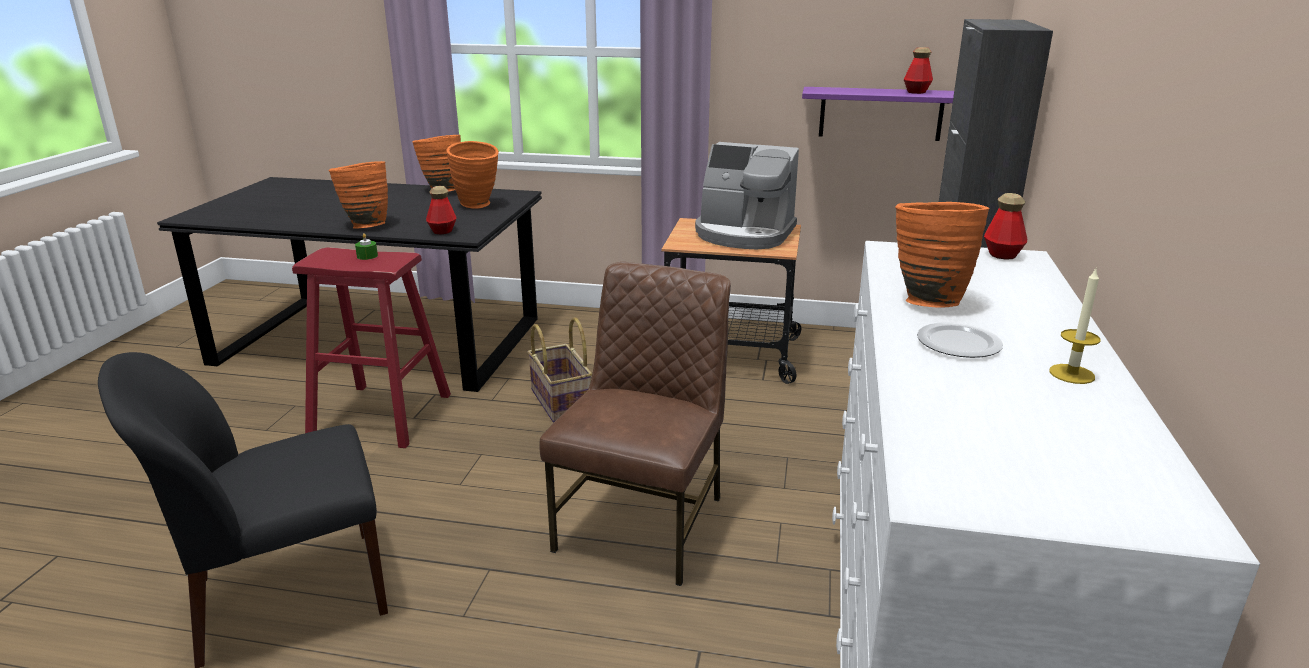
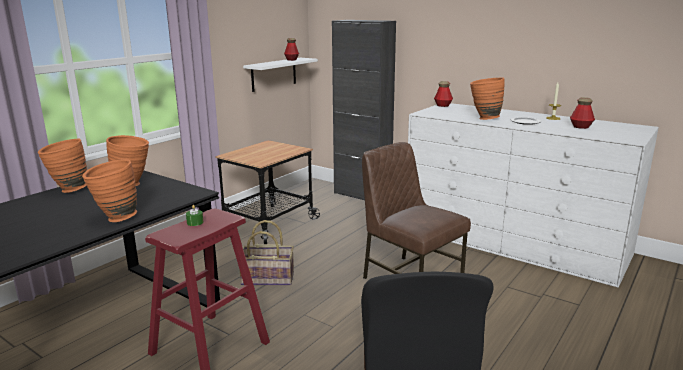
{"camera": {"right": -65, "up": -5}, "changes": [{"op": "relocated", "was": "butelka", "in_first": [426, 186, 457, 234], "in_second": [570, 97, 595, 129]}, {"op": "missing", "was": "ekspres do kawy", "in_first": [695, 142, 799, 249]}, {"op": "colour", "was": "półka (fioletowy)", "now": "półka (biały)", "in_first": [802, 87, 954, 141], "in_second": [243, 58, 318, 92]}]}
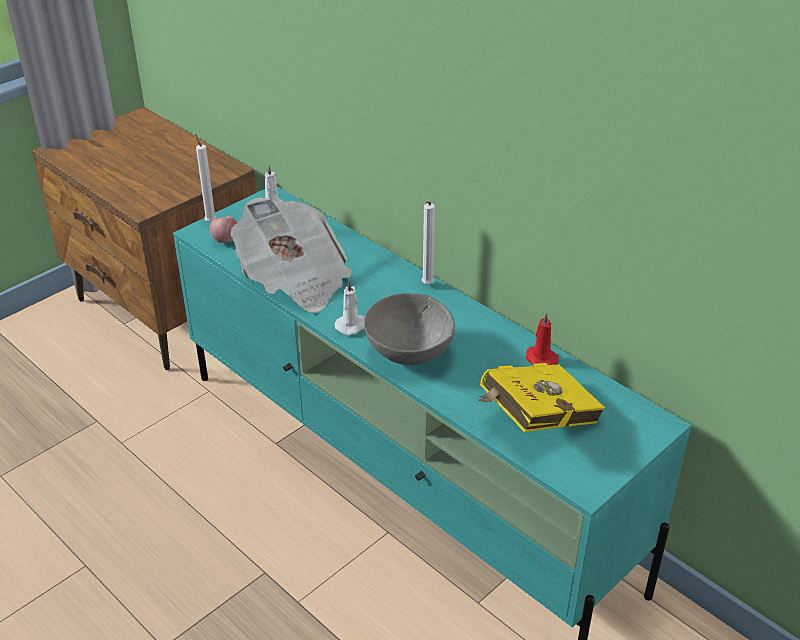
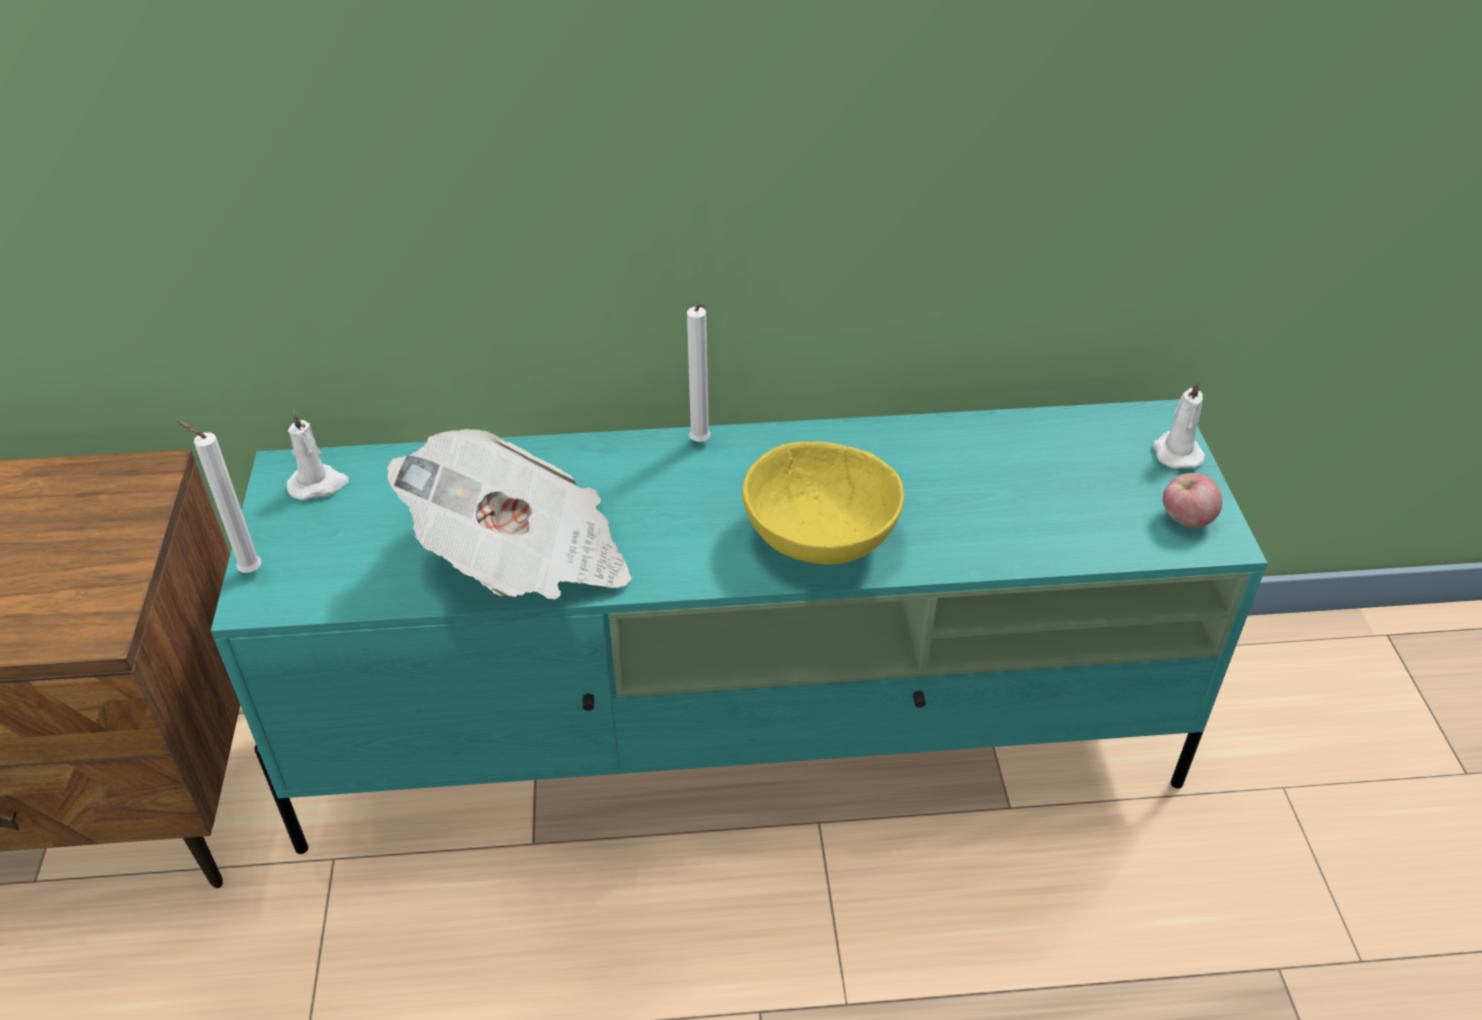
{"camera": {"right": -50, "up": 5}, "changes": [{"op": "relocated", "was": "jabłko", "in_first": [210, 216, 237, 243], "in_second": [1163, 473, 1222, 528]}, {"op": "relocated", "was": "świeca (biały)", "in_first": [335, 280, 365, 335], "in_second": [1153, 379, 1205, 469]}, {"op": "colour", "was": "miska (szary)", "now": "miska (żółty)", "in_first": [364, 293, 455, 365], "in_second": [742, 442, 904, 565]}, {"op": "missing", "was": "książka (żółty)", "in_first": [478, 363, 605, 432]}, {"op": "missing", "was": "świeca (czerwony)", "in_first": [525, 312, 559, 366]}]}
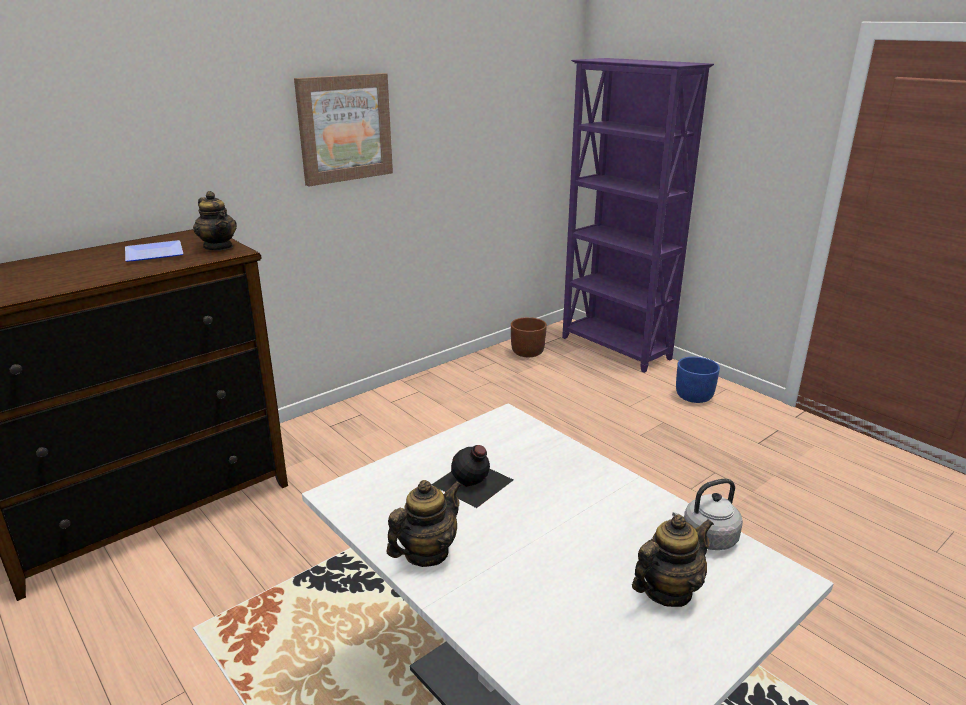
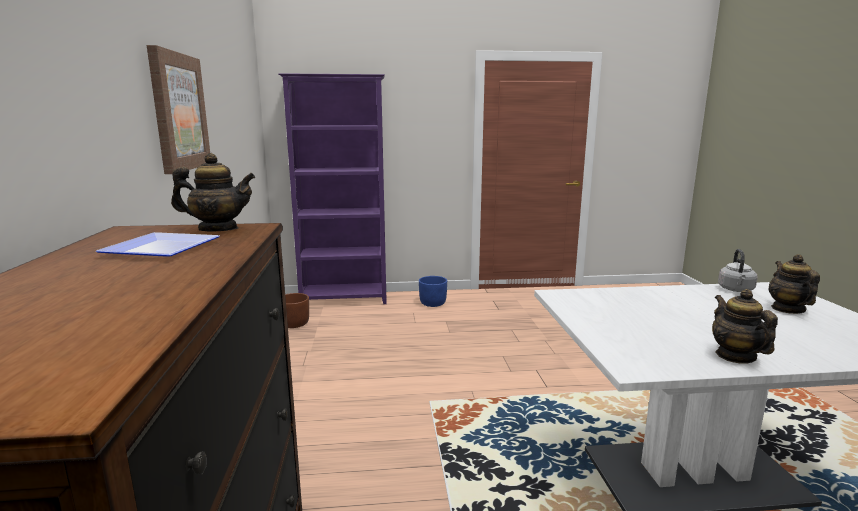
{"camera": {"right": -55, "up": -10}, "changes": [{"op": "missing", "was": "butelka (czarny)", "in_first": [432, 445, 513, 508]}]}
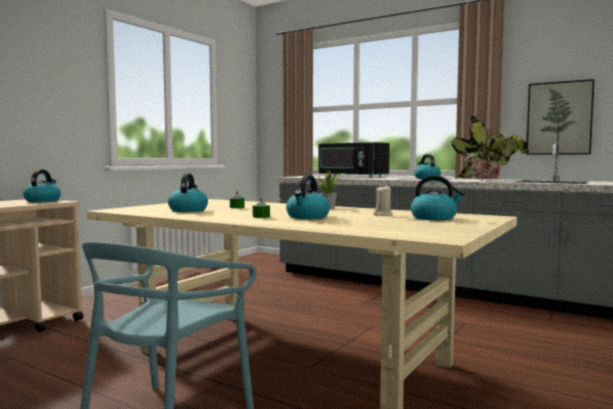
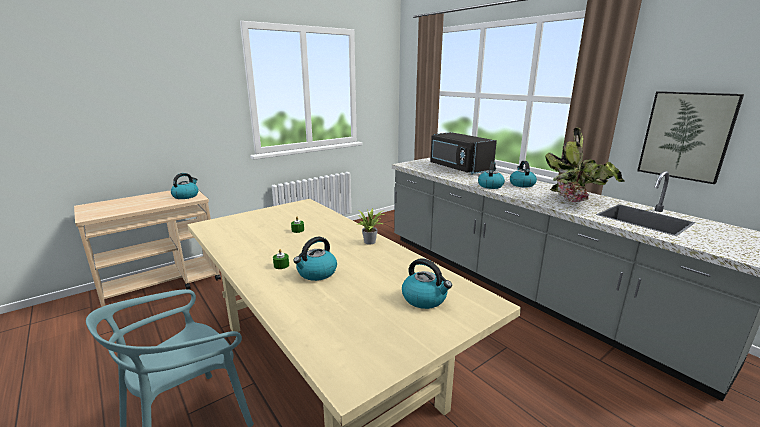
{"camera": {"right": 20, "up": 15}, "changes": [{"op": "relocated", "was": "czajnik", "in_first": [168, 173, 208, 212], "in_second": [478, 162, 505, 189]}, {"op": "missing", "was": "świeca (beżowy)", "in_first": [374, 185, 392, 216]}]}
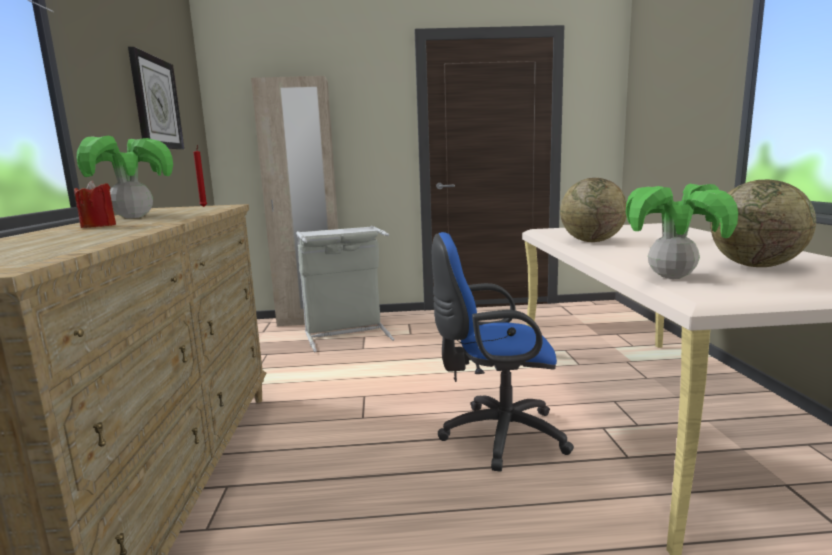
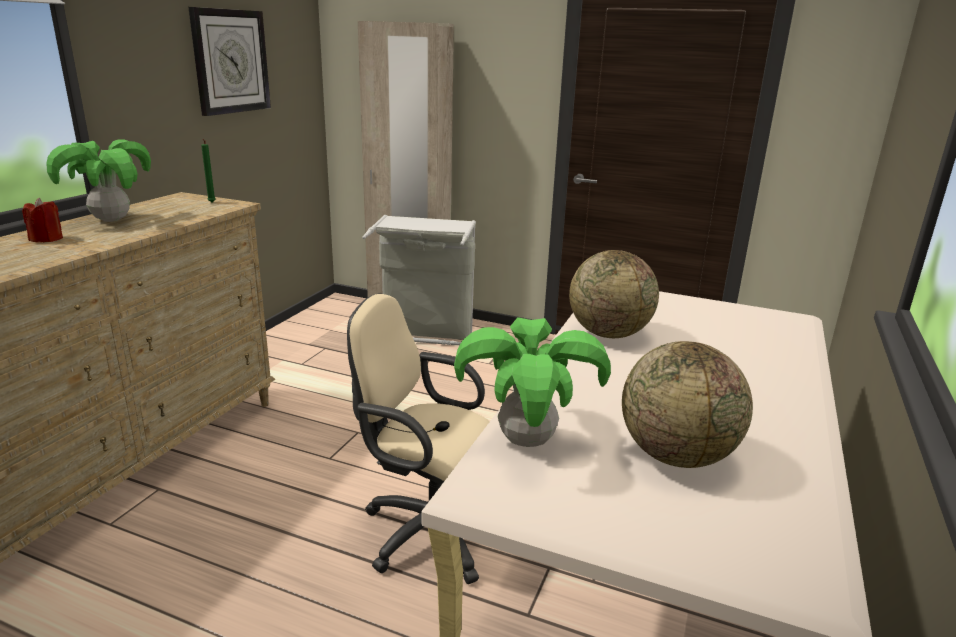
{"camera": {"right": 25, "up": 10}, "changes": [{"op": "colour", "was": "świeca (czerwony)", "now": "świeca (zielony)", "in_first": [193, 145, 207, 207], "in_second": [201, 139, 216, 202]}, {"op": "colour", "was": "krzesło biurowe (niebieski)", "now": "krzesło biurowe (beżowy)", "in_first": [432, 232, 574, 472], "in_second": [347, 293, 490, 584]}]}
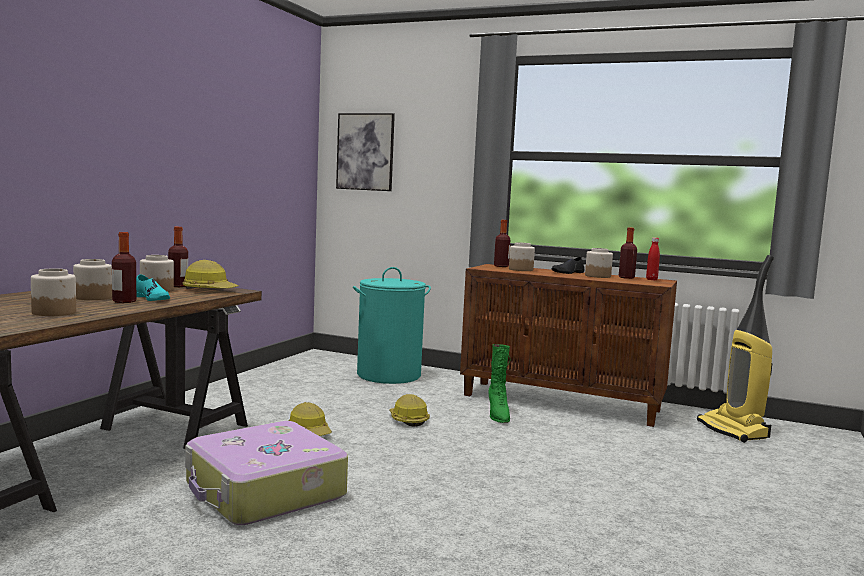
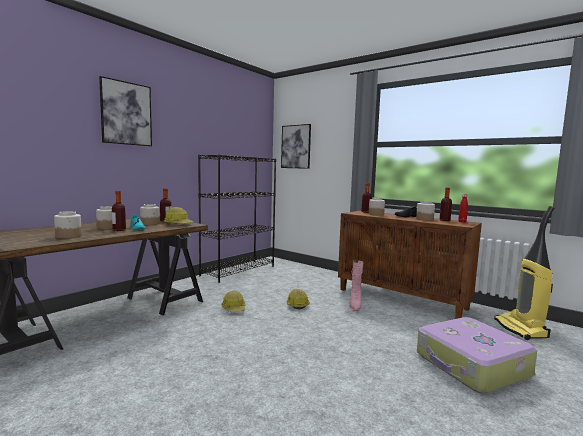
{"camera": {"right": 15, "up": 0}, "changes": [{"op": "relocated", "was": "walizka", "in_first": [185, 421, 348, 525], "in_second": [417, 317, 537, 393]}, {"op": "missing", "was": "kosz na pranie (turkusowy)", "in_first": [353, 267, 431, 384]}, {"op": "colour", "was": "but z cholewką (zielony)", "now": "but z cholewką (różowy)", "in_first": [488, 344, 510, 423], "in_second": [349, 260, 363, 311]}, {"op": "appeared", "now": "obraz", "in_second": [99, 76, 152, 146]}, {"op": "appeared", "now": "regał (czarny)", "in_second": [198, 155, 276, 283]}]}
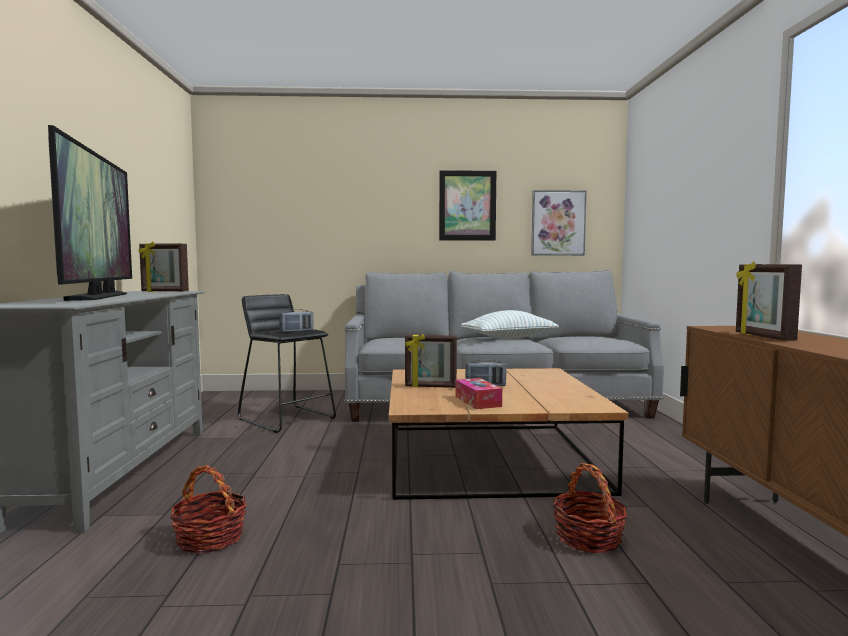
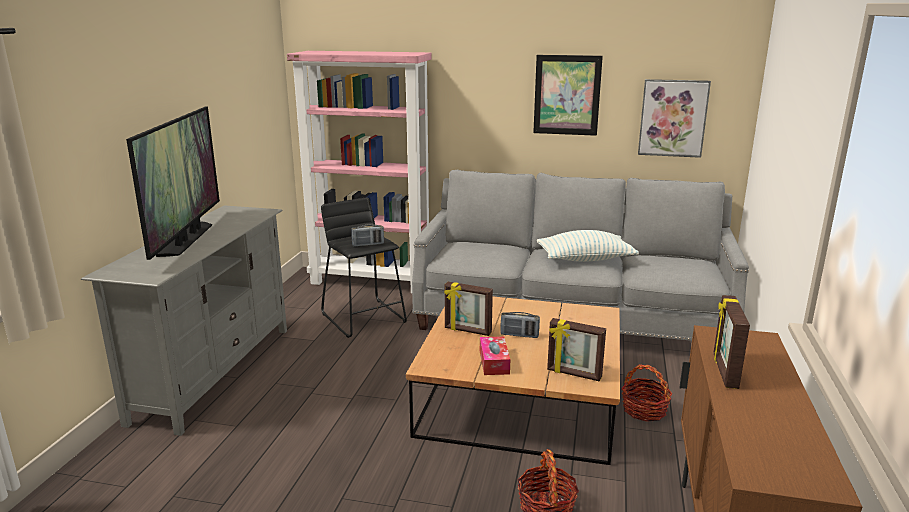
{"camera": {"right": 15, "up": 15}, "changes": [{"op": "relocated", "was": "ramka na zdjęcie", "in_first": [138, 242, 189, 292], "in_second": [547, 318, 606, 381]}, {"op": "relocated", "was": "koszyk", "in_first": [170, 465, 247, 553], "in_second": [621, 364, 673, 422]}, {"op": "appeared", "now": "regał (różowy)", "in_second": [287, 51, 432, 293]}]}
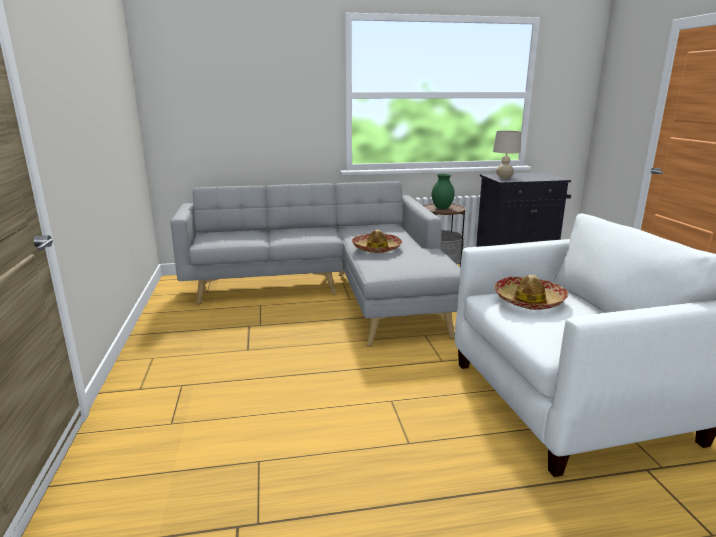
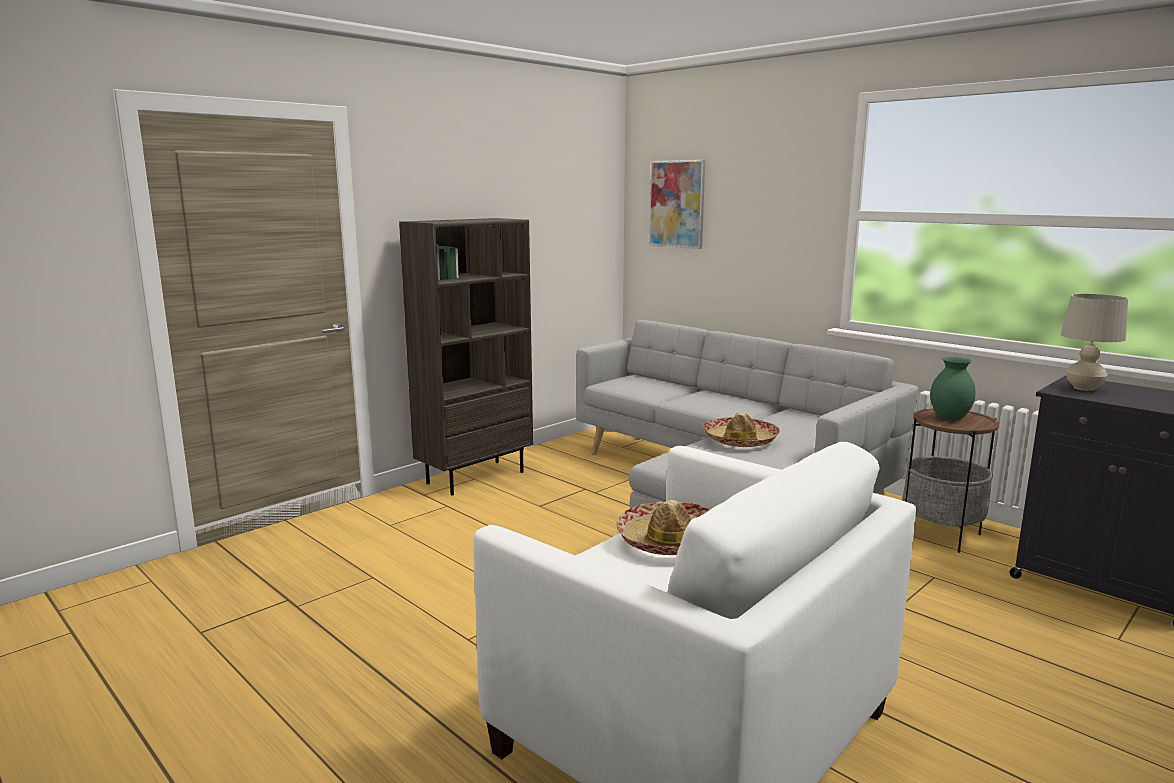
{"camera": {"right": 55, "up": -5}, "changes": [{"op": "appeared", "now": "regał (brązowy)", "in_second": [399, 218, 533, 495]}, {"op": "appeared", "now": "obraz", "in_second": [649, 159, 705, 249]}]}
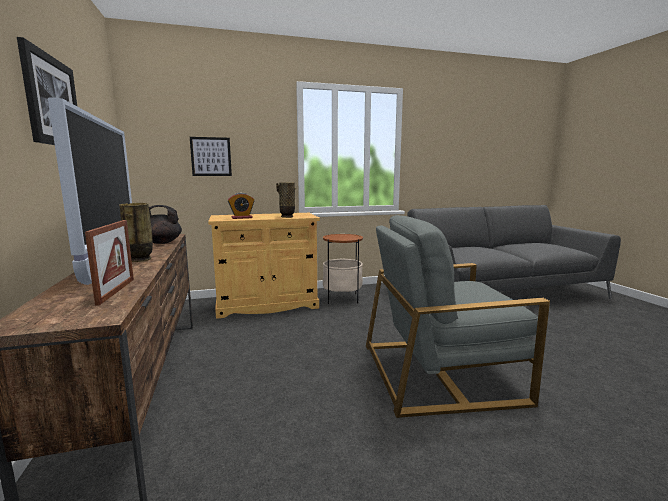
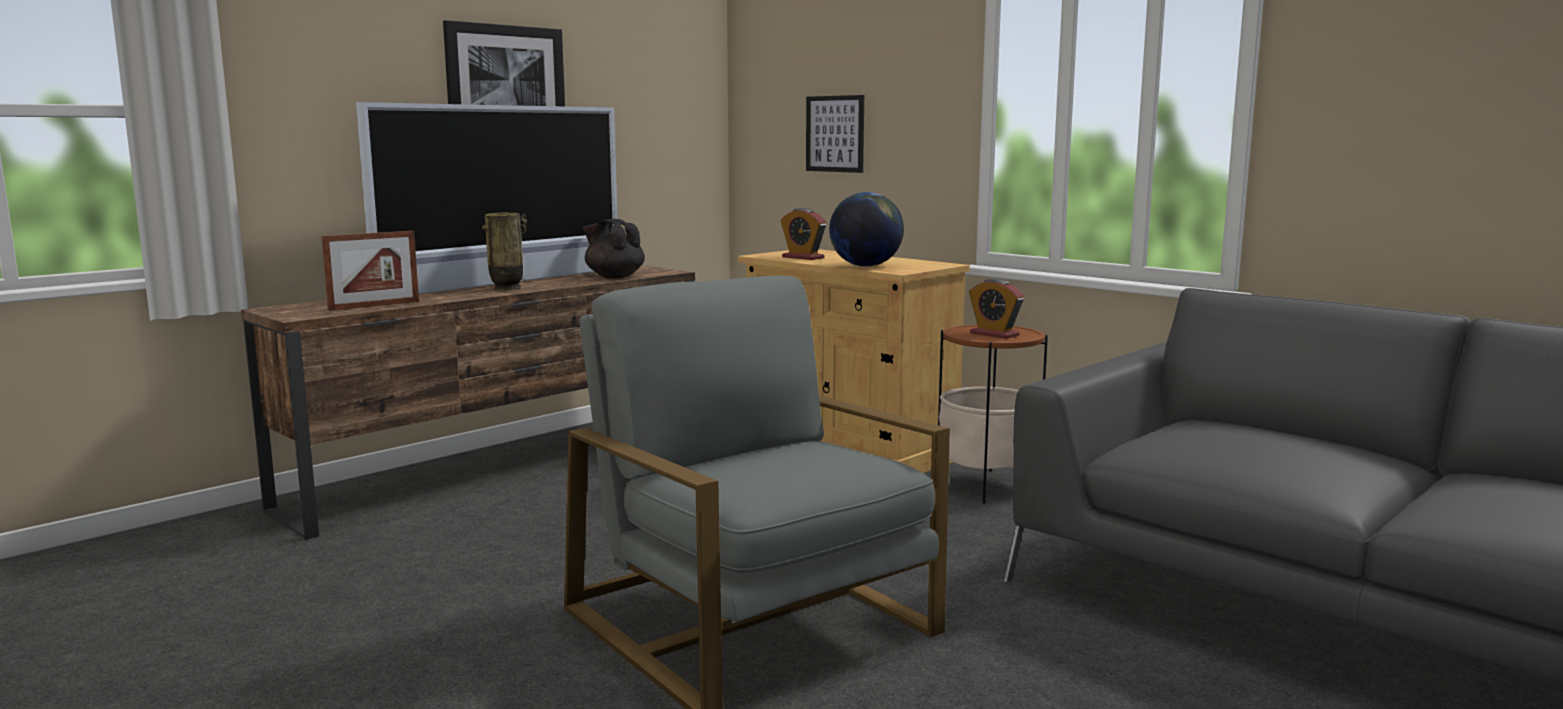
{"camera": {"right": 60, "up": 0}, "changes": [{"op": "exchanged", "was": "wazon", "now": "globus", "in_first": [276, 182, 296, 218], "in_second": [829, 192, 904, 267]}, {"op": "appeared", "now": "budzik", "in_second": [969, 278, 1024, 339]}]}
